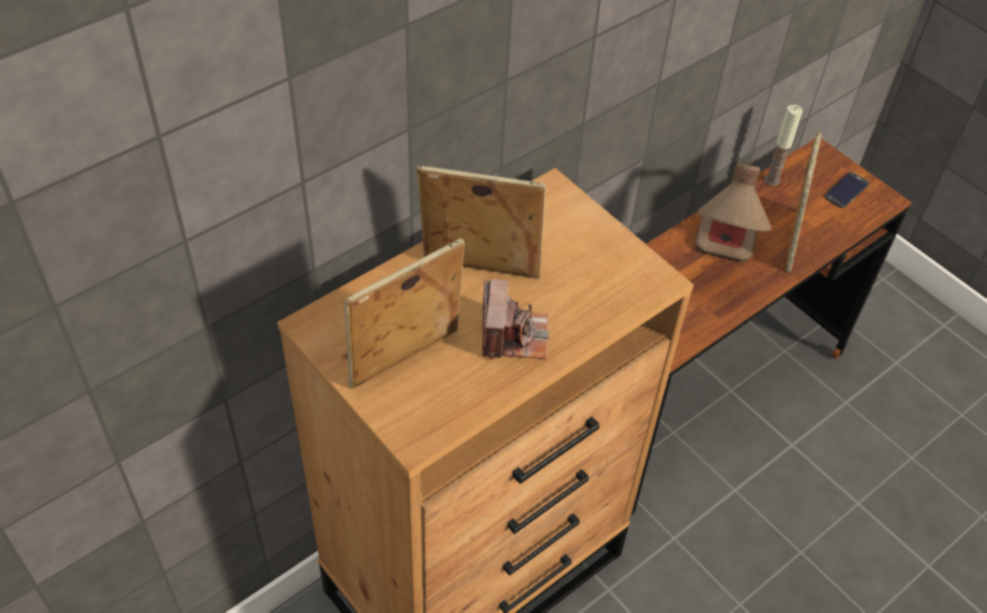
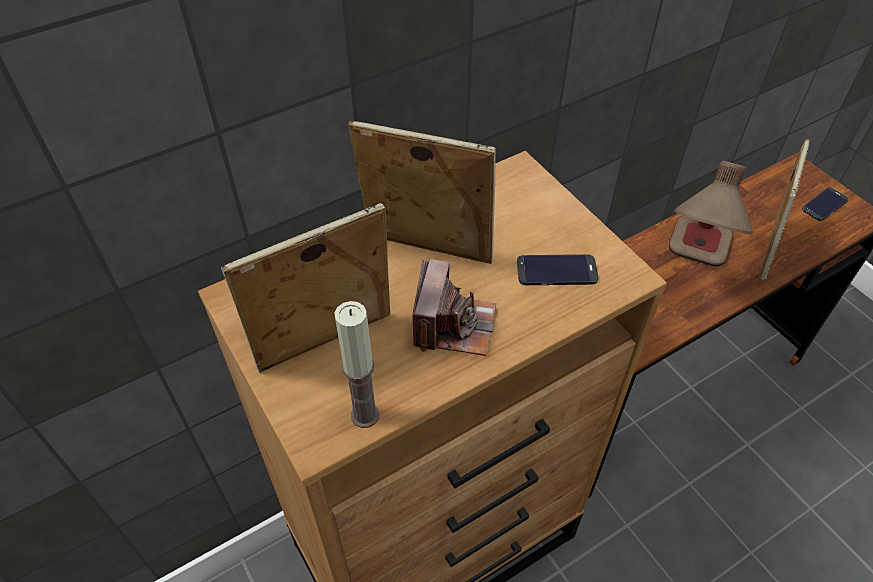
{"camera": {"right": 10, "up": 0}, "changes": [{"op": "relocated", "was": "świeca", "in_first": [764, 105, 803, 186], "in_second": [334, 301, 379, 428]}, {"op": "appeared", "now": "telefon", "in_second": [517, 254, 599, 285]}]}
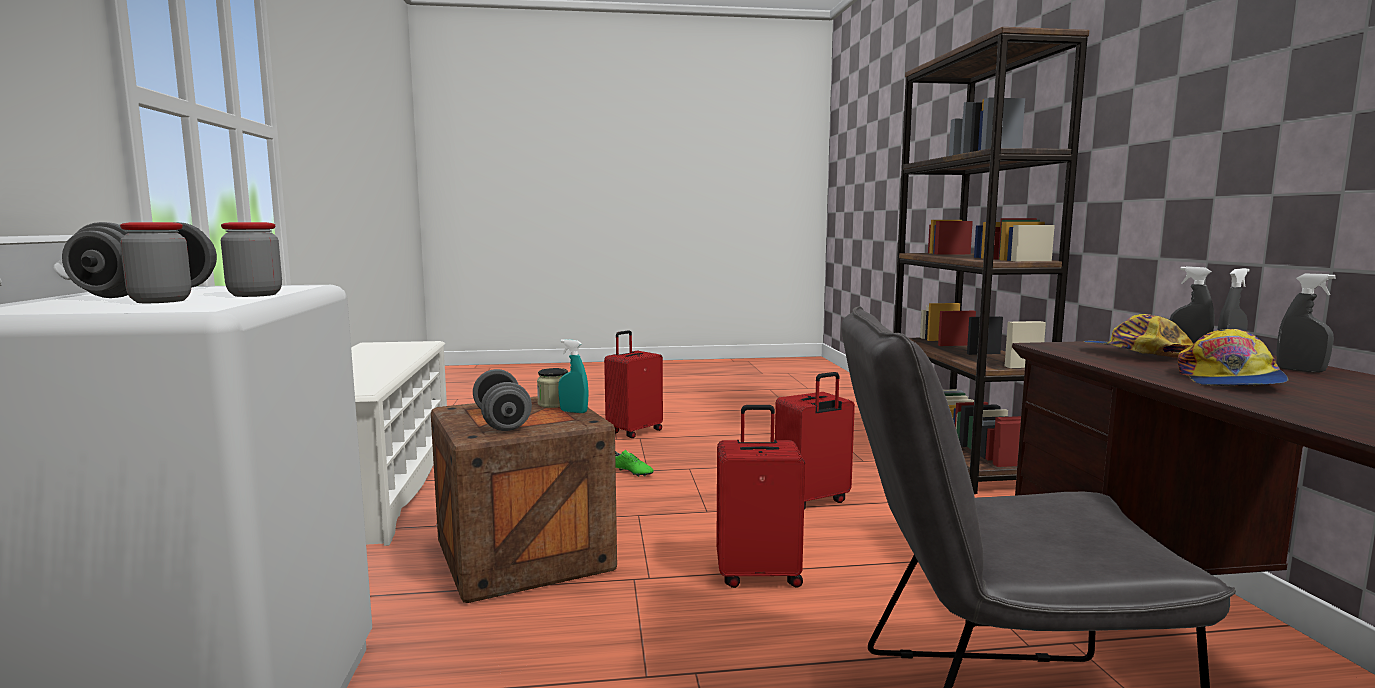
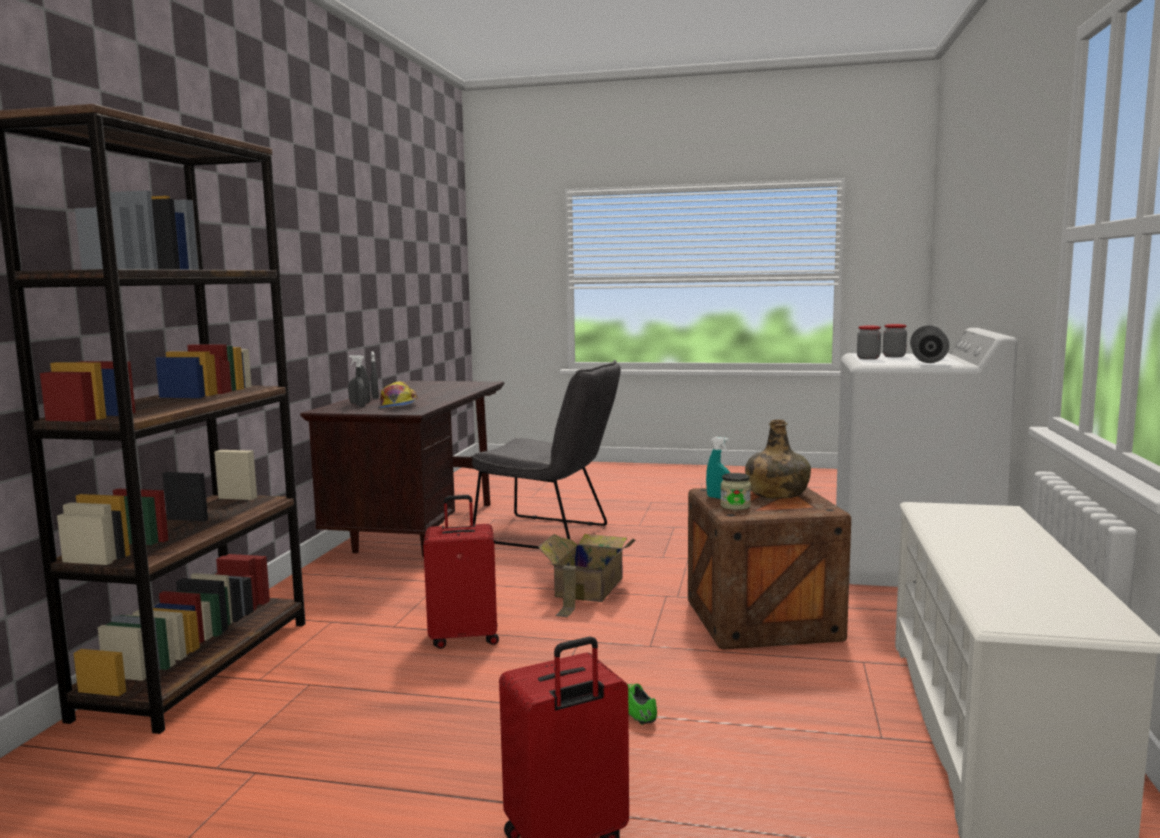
{"camera": {"right": -160, "up": 0}, "changes": [{"op": "exchanged", "was": "hantel (szary)", "now": "butelka (zielony)", "in_first": [473, 369, 532, 431], "in_second": [745, 419, 811, 499]}, {"op": "exchanged", "was": "walizka (czerwony)", "now": "karton", "in_first": [716, 405, 805, 588], "in_second": [538, 534, 636, 617]}, {"op": "missing", "was": "czapka z daszkiem", "in_first": [1178, 329, 1288, 386]}]}
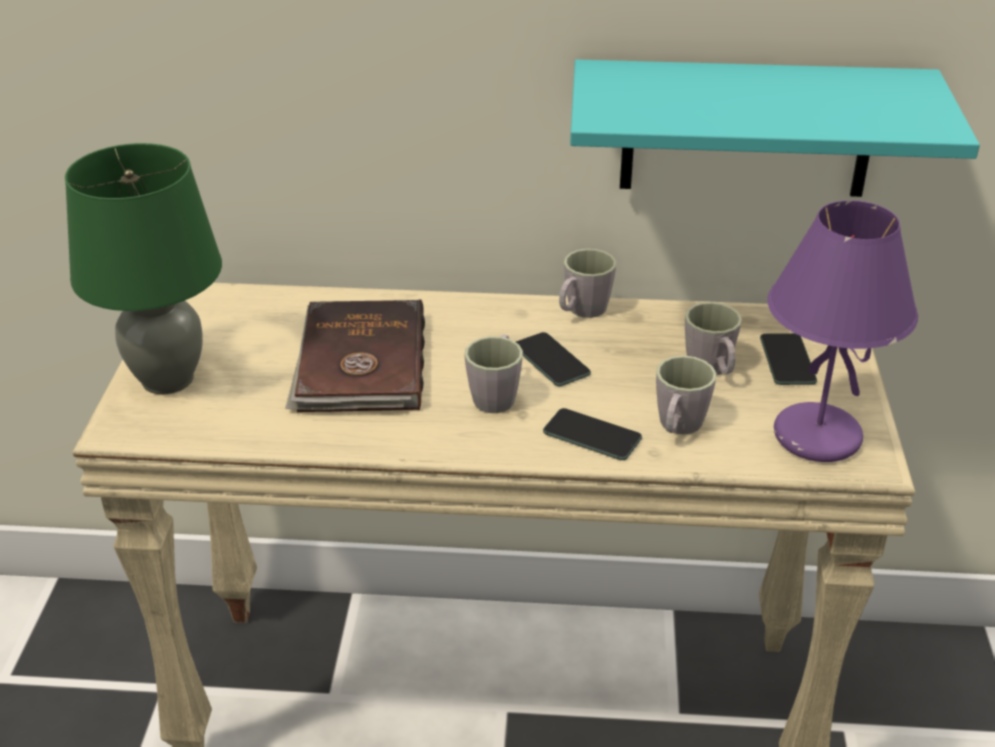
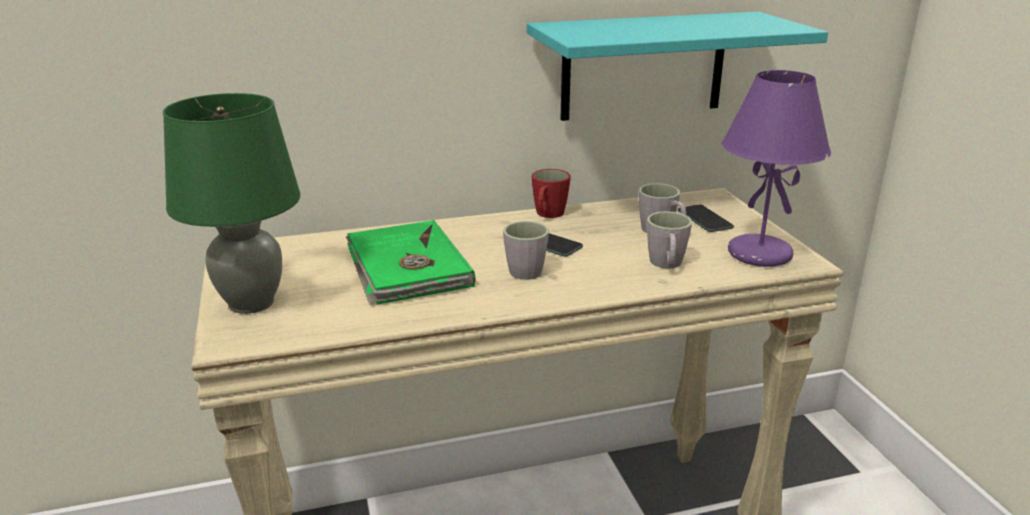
{"camera": {"right": -20, "up": -10}, "changes": [{"op": "colour", "was": "książka (brązowy)", "now": "książka (zielony)", "in_first": [285, 299, 425, 412], "in_second": [346, 220, 475, 304]}, {"op": "missing", "was": "telefon", "in_first": [543, 408, 642, 460]}, {"op": "colour", "was": "kubek (szary)", "now": "kubek (czerwony)", "in_first": [559, 249, 616, 318], "in_second": [532, 169, 571, 218]}]}
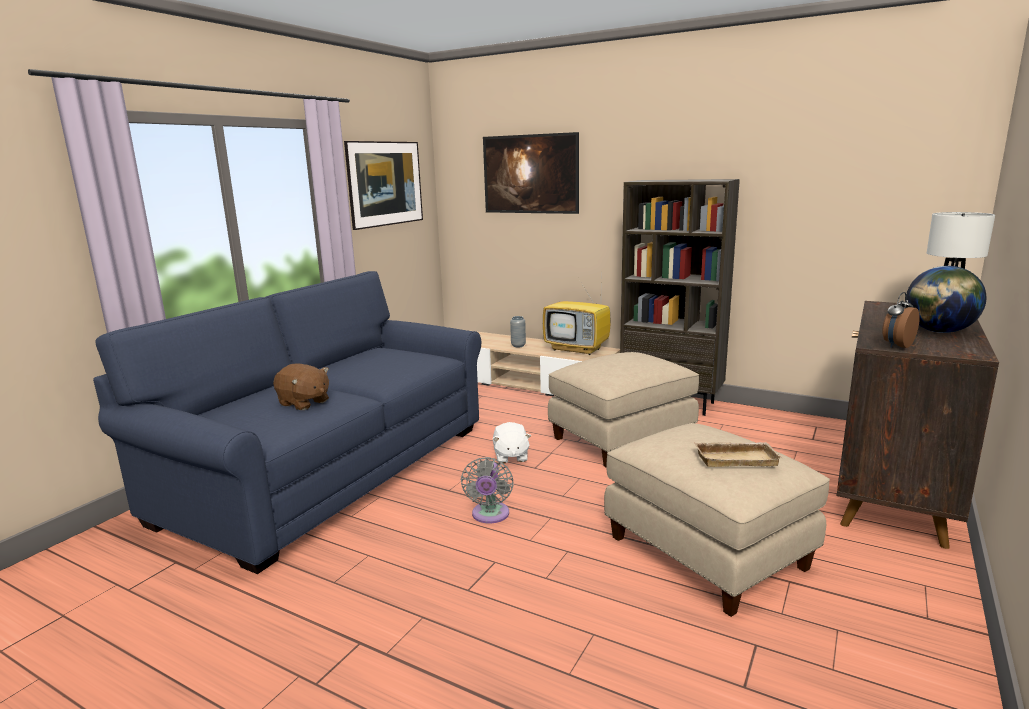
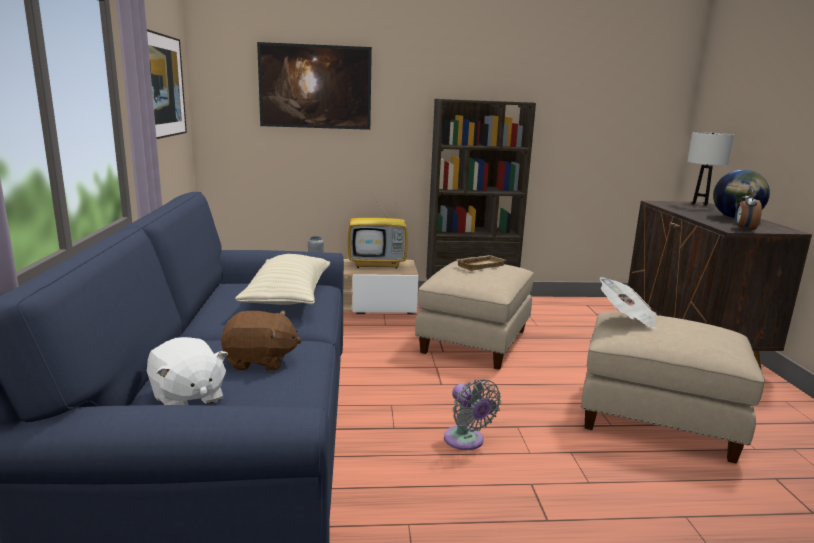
{"camera": {"right": -35, "up": 0}, "changes": [{"op": "relocated", "was": "pluszak (biały)", "in_first": [493, 422, 531, 464], "in_second": [147, 337, 228, 405]}, {"op": "relocated", "was": "taca (beżowy)", "in_first": [694, 442, 782, 467], "in_second": [455, 255, 505, 271]}, {"op": "appeared", "now": "poduszka (beżowy)", "in_second": [235, 254, 330, 305]}, {"op": "appeared", "now": "gazeta", "in_second": [600, 277, 657, 329]}]}
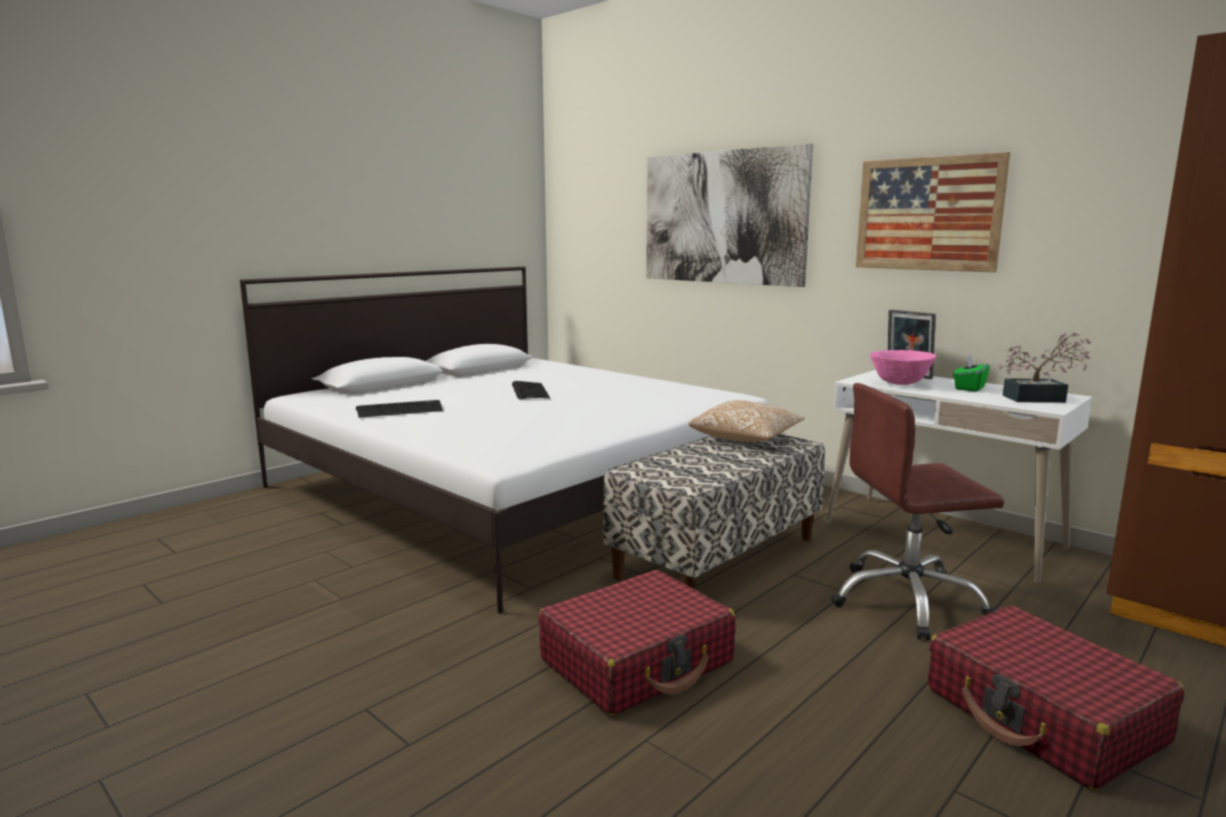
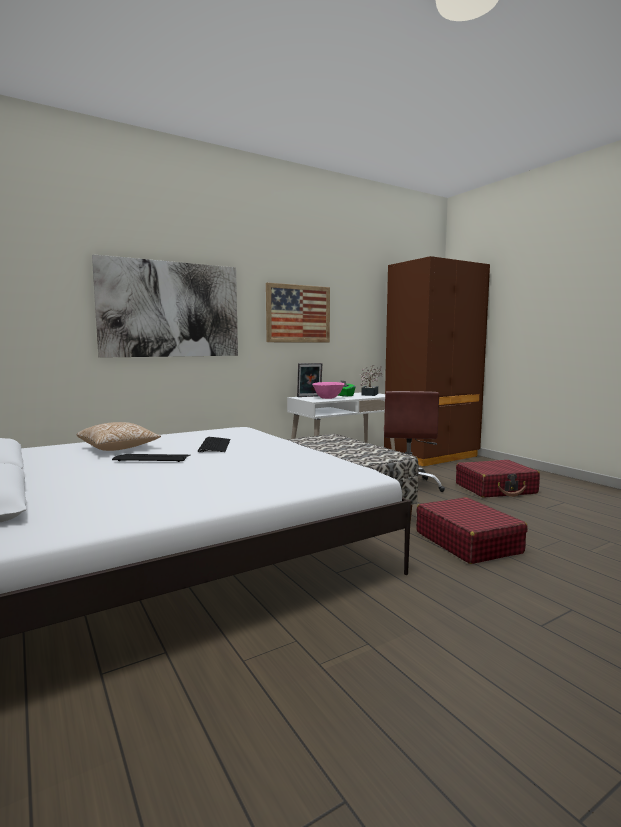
{"camera": {"right": -75, "up": -5}, "changes": [{"op": "relocated", "was": "klawiatura", "in_first": [356, 400, 443, 418], "in_second": [198, 437, 230, 452]}, {"op": "relocated", "was": "poduszka", "in_first": [688, 400, 805, 442], "in_second": [76, 422, 161, 451]}]}
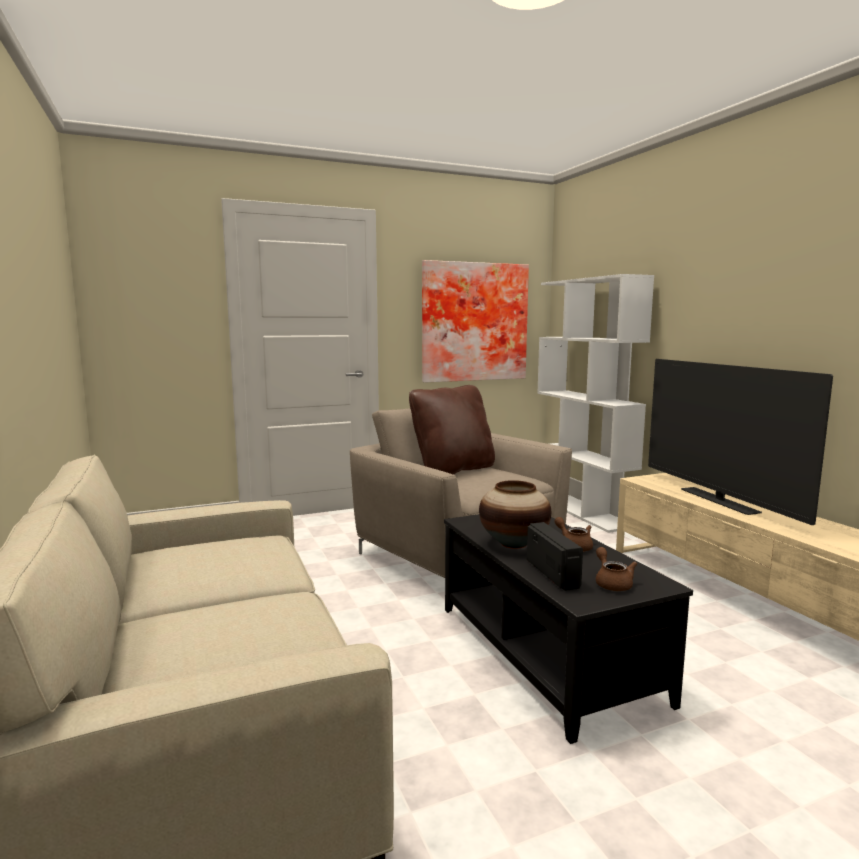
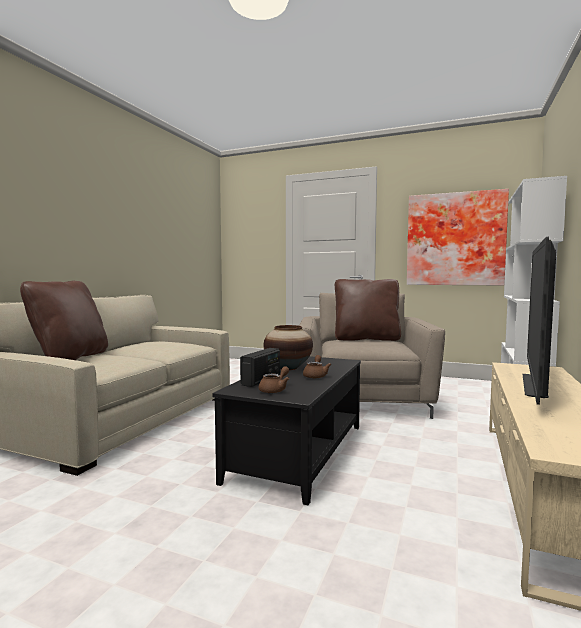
{"camera": {"right": 45, "up": -5}, "changes": [{"op": "appeared", "now": "poduszka (brązowy)", "in_second": [20, 281, 108, 360]}]}
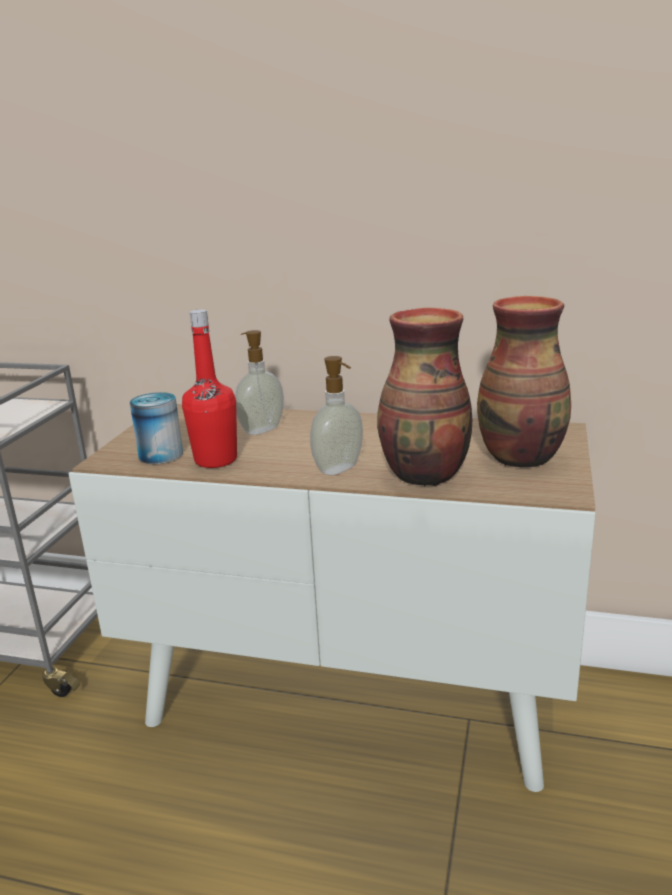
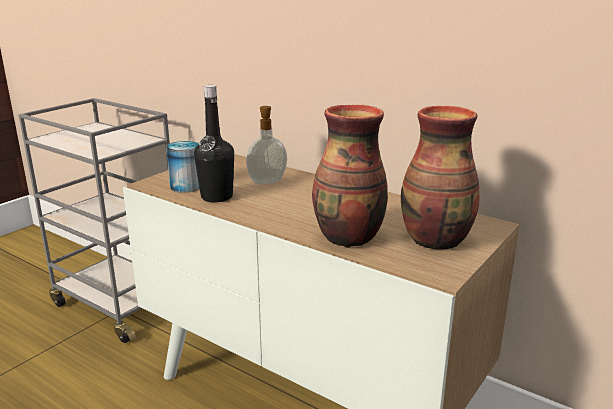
{"camera": {"right": 20, "up": 0}, "changes": [{"op": "colour", "was": "butelka (czerwony)", "now": "butelka (czarny)", "in_first": [182, 309, 237, 468], "in_second": [194, 85, 234, 202]}, {"op": "missing", "was": "dozownik mydła", "in_first": [310, 356, 363, 475]}]}
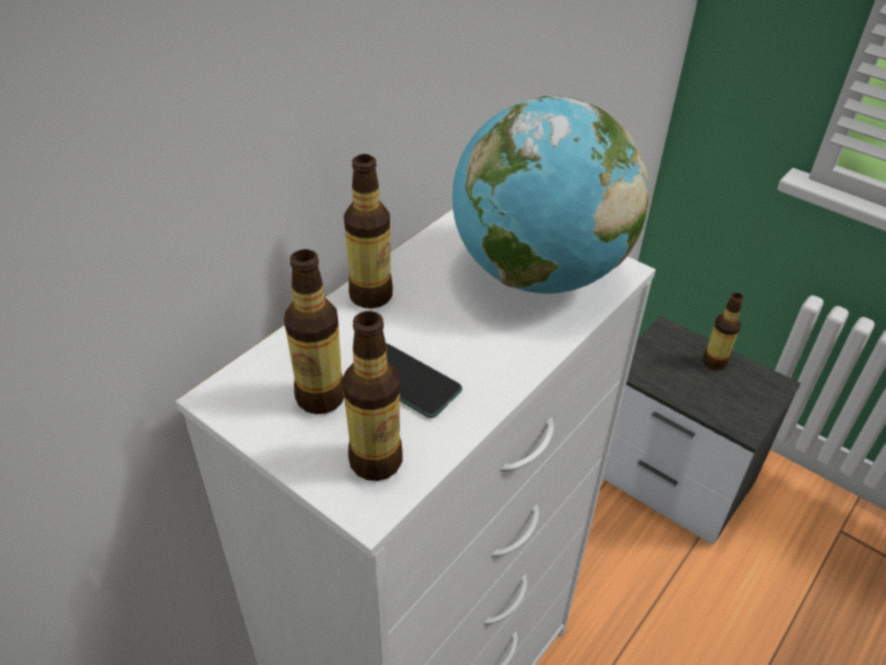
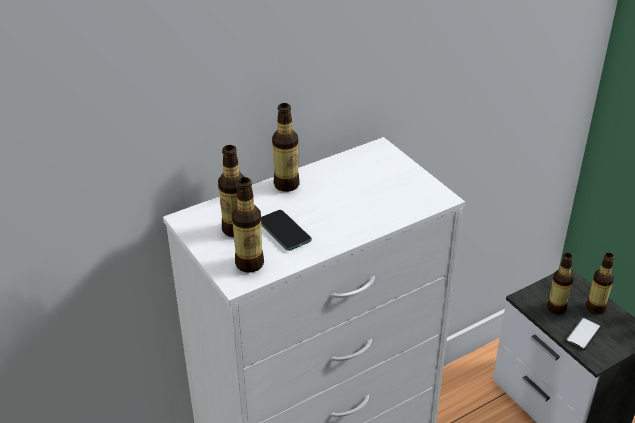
{"camera": {"right": 20, "up": -5}, "changes": [{"op": "missing", "was": "globus", "in_first": [452, 95, 649, 294]}, {"op": "appeared", "now": "butelka", "in_second": [547, 253, 574, 315]}, {"op": "appeared", "now": "telefon", "in_second": [565, 317, 602, 350]}]}
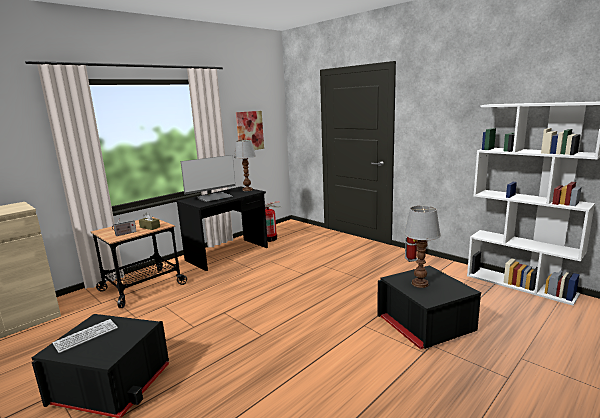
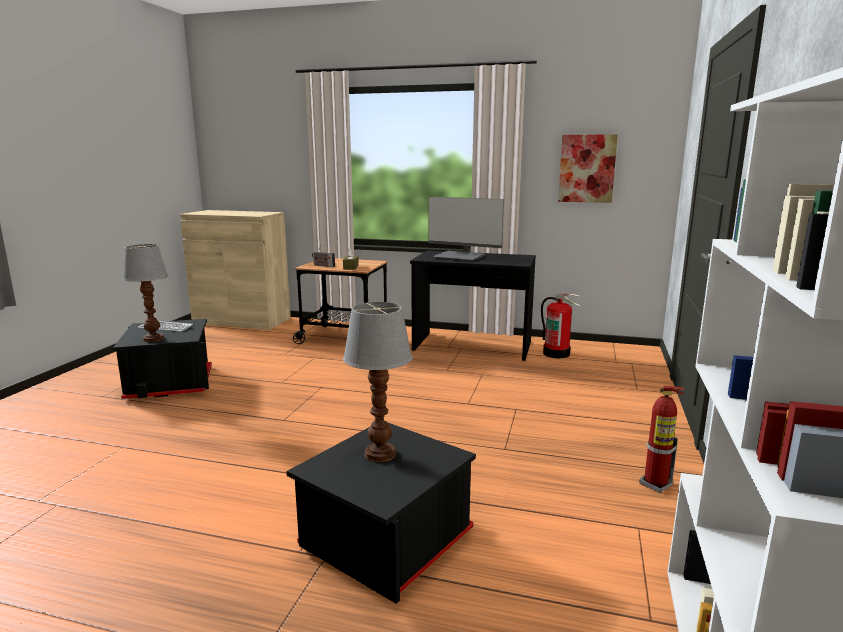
{"camera": {"right": 60, "up": 0}, "changes": [{"op": "relocated", "was": "lampa stołowa", "in_first": [234, 140, 256, 191], "in_second": [122, 244, 168, 342]}]}
